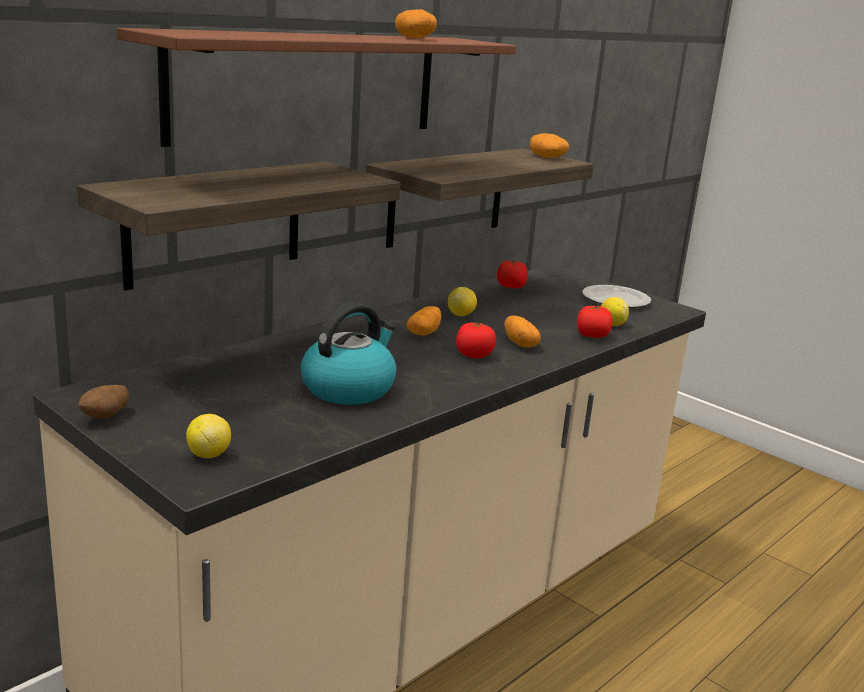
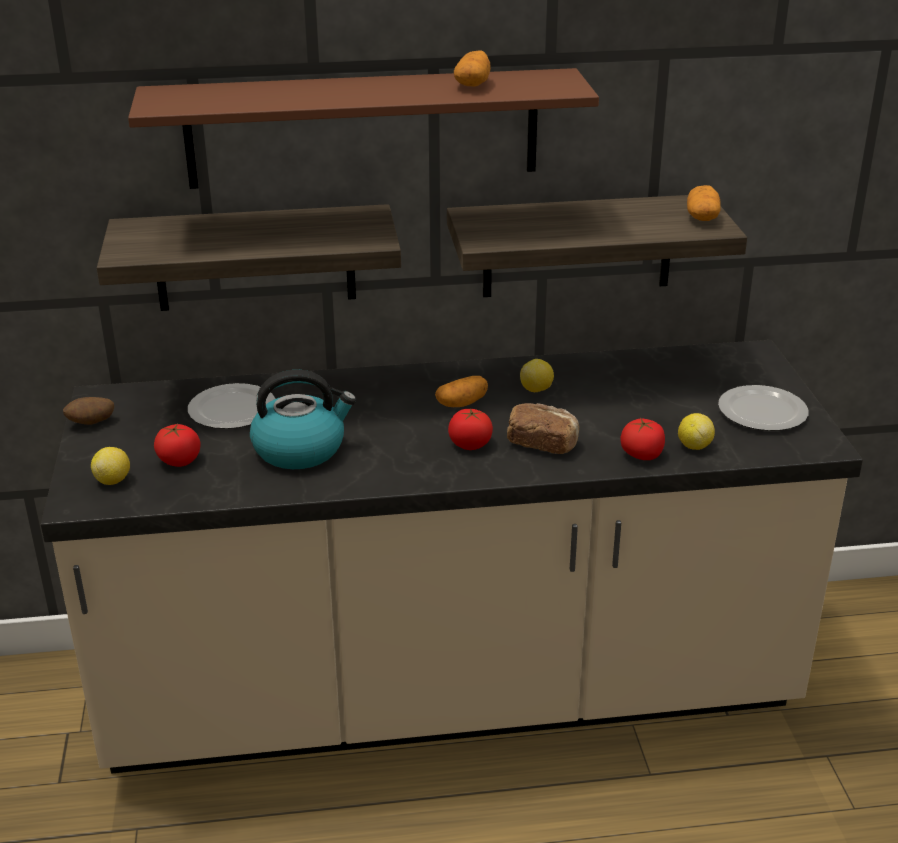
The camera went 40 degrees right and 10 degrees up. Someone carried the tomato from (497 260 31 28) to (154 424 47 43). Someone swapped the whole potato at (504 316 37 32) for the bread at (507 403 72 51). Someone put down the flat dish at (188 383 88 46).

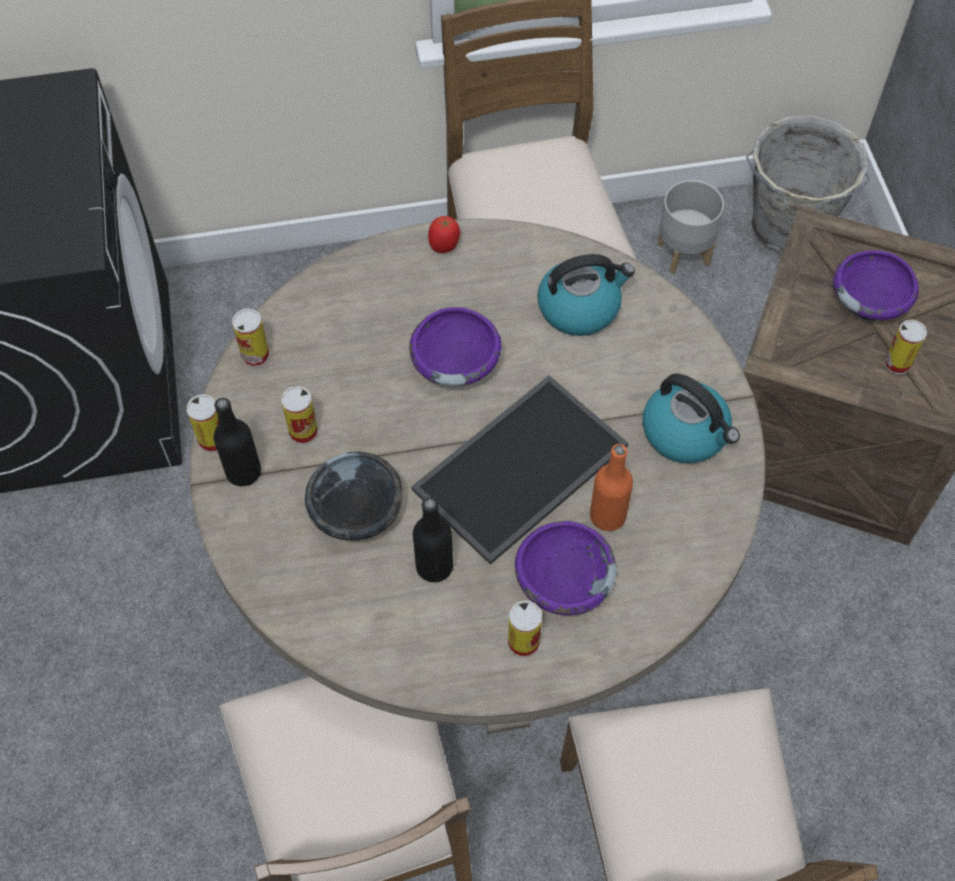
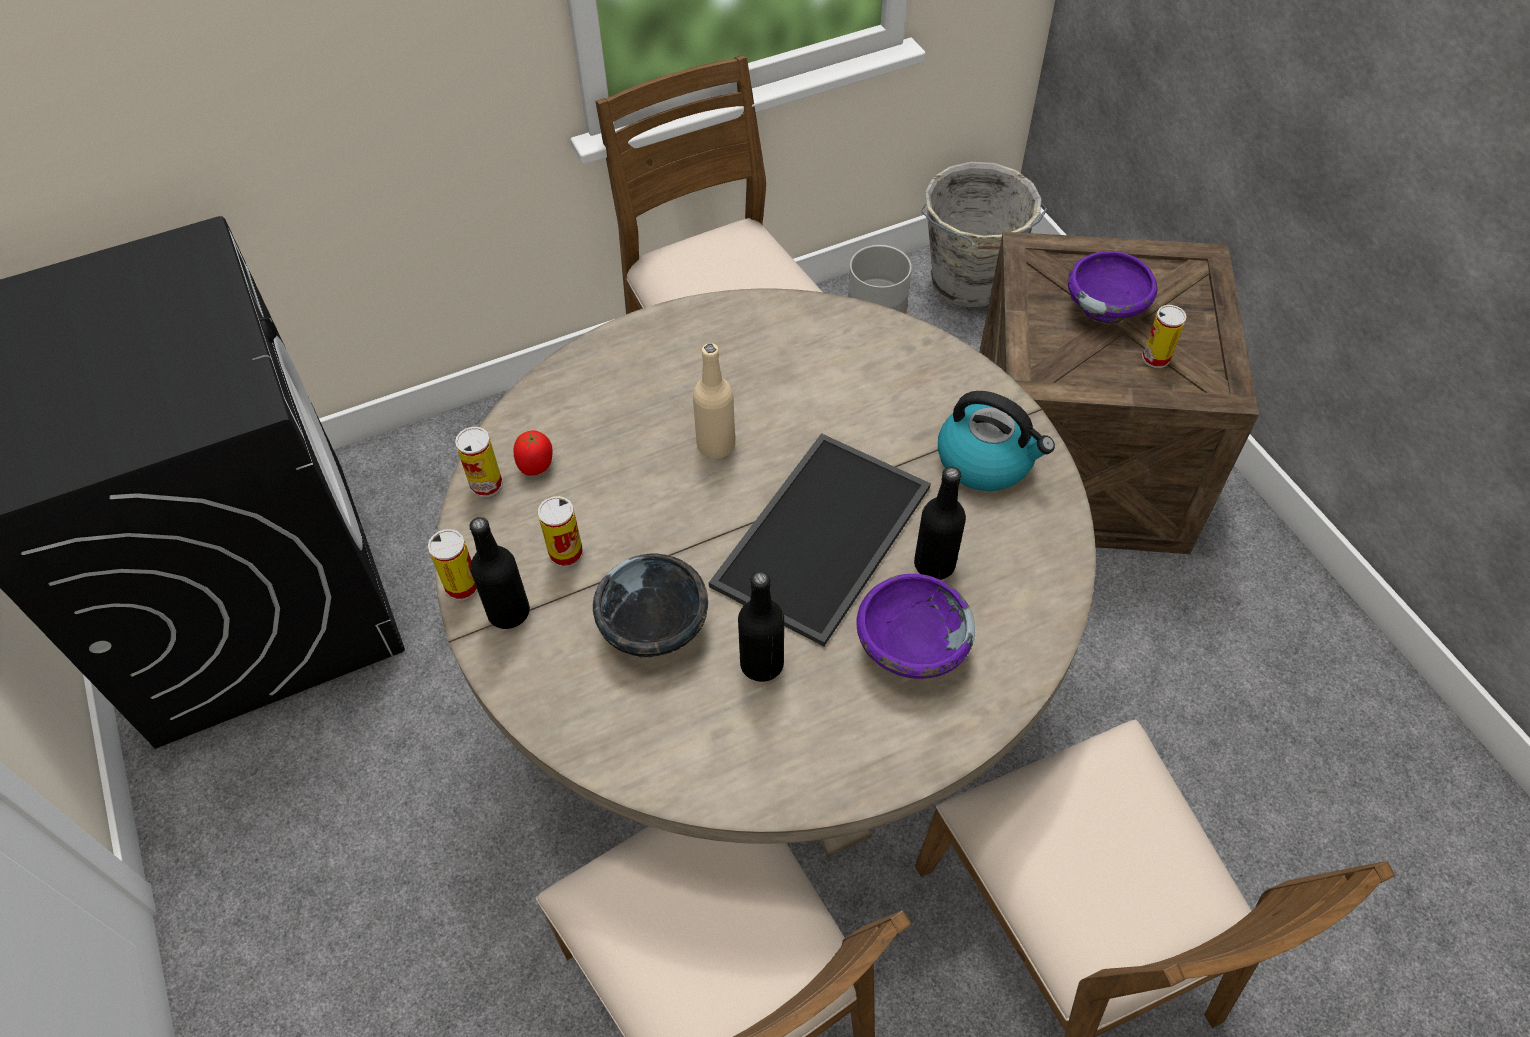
The camera went 15 degrees left and 5 degrees down. Someone swapped the purple serving bowl at (409 307 93 80) for the beige-coloured beverage bottle at (693 343 42 115). Someone carried the tomato from (428 216 32 37) to (513 430 40 46). Someone took away the metal can at (508 600 34 58). Someone took away the kettle at (537 254 98 82). Someone repainted the orangey beverage bottle at (590 444 43 87), which became the black beverage bottle at (914 467 52 113).

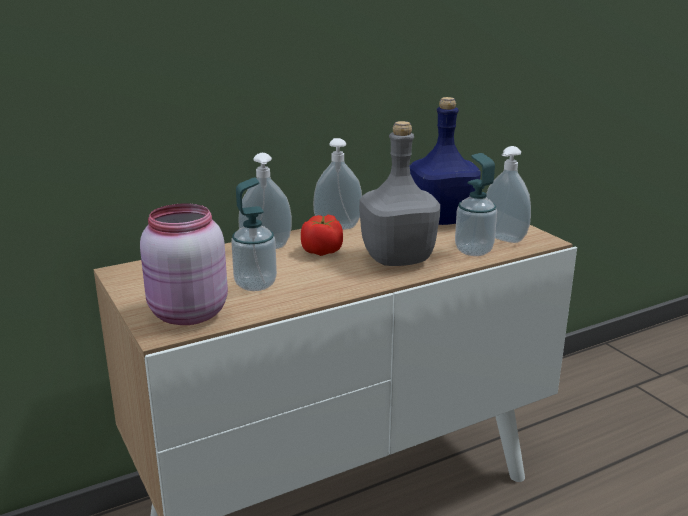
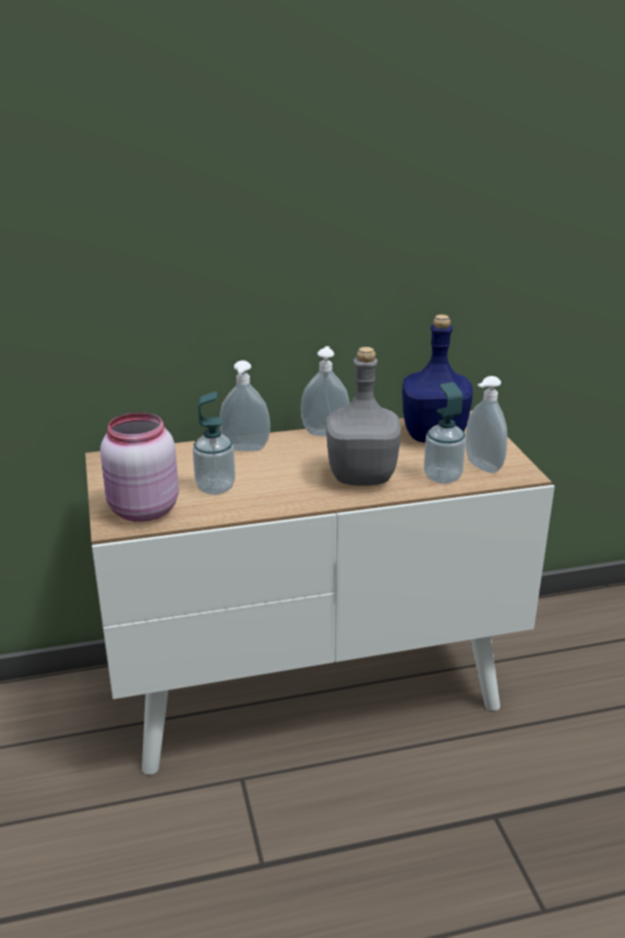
The camera went 15 degrees right and 5 degrees up. Someone took away the tomato at (301 215 42 41).

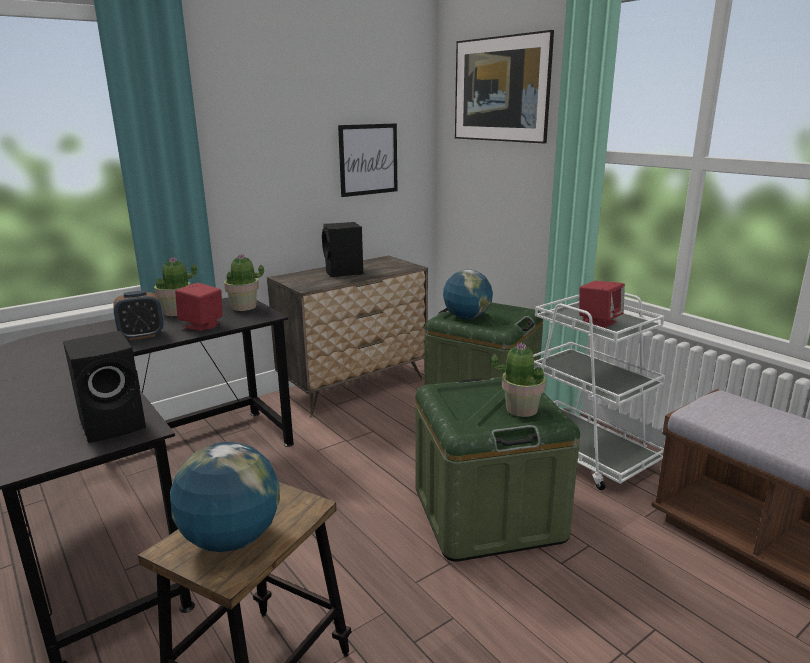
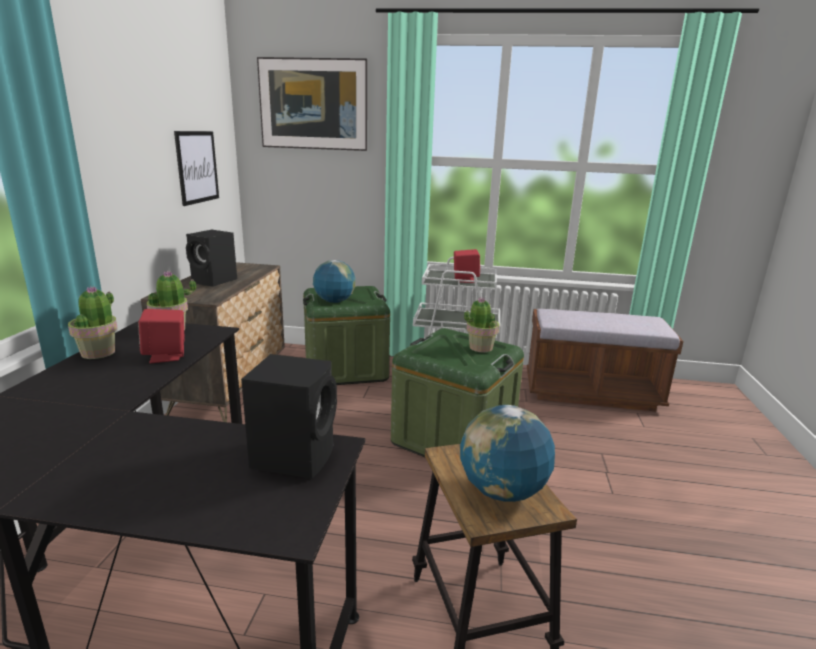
The camera went 45 degrees left and 0 degrees up. Someone took away the bedside clock at (113 290 50 50).

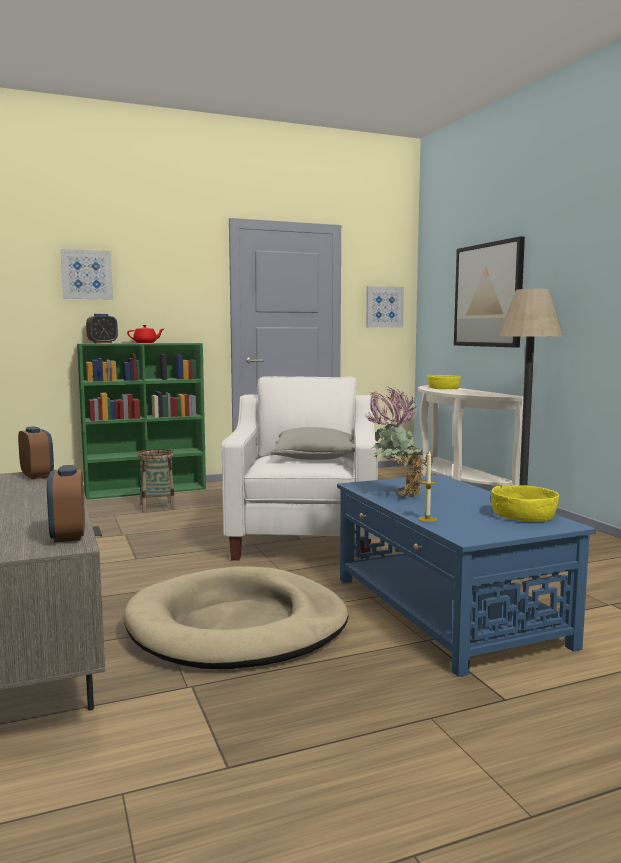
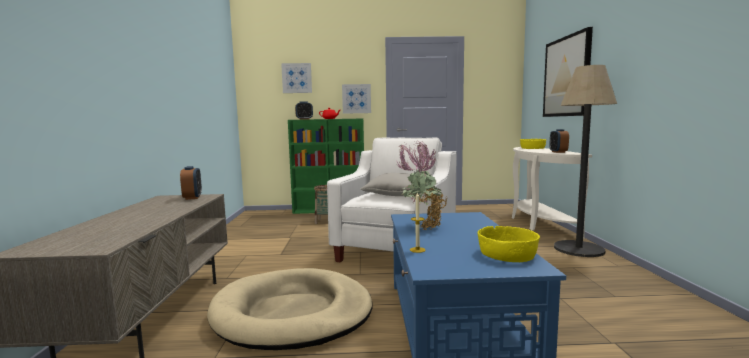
The camera went 20 degrees right and 0 degrees up. Someone carried the bedside clock from (47 465 38 78) to (549 129 20 24). Someone carried the picture from (366 286 38 42) to (342 84 29 30).

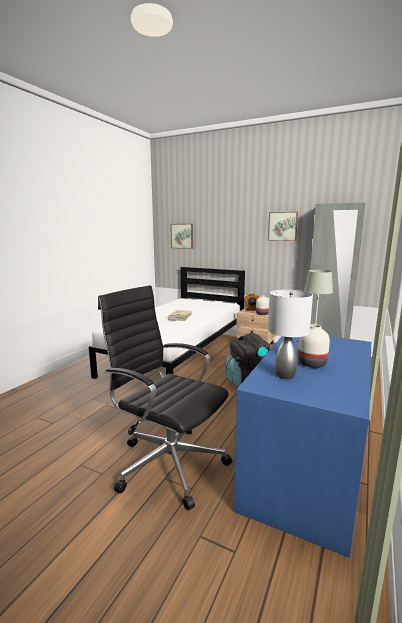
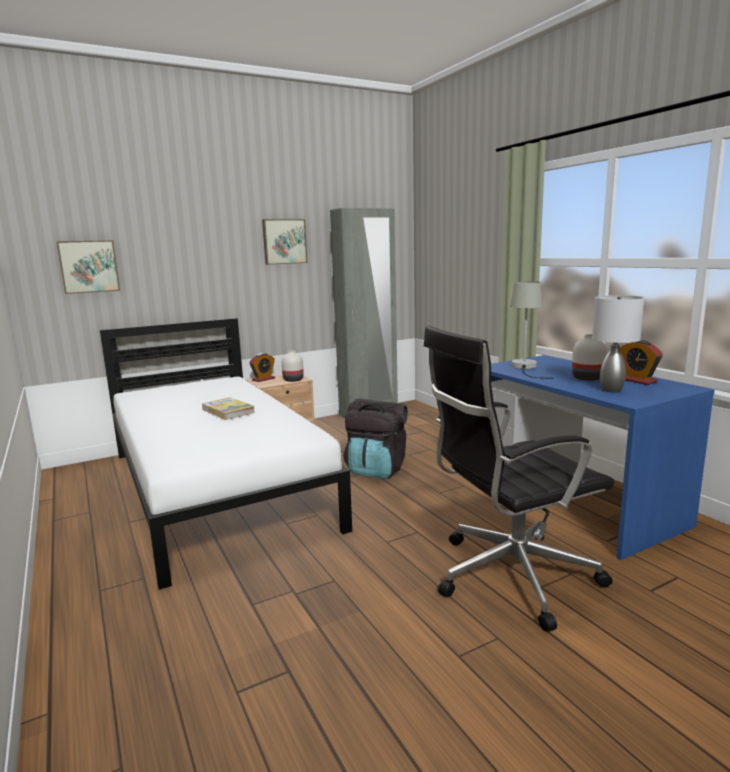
The camera went 55 degrees left and 0 degrees up. Someone put down the bedside clock at (620 340 43 45).

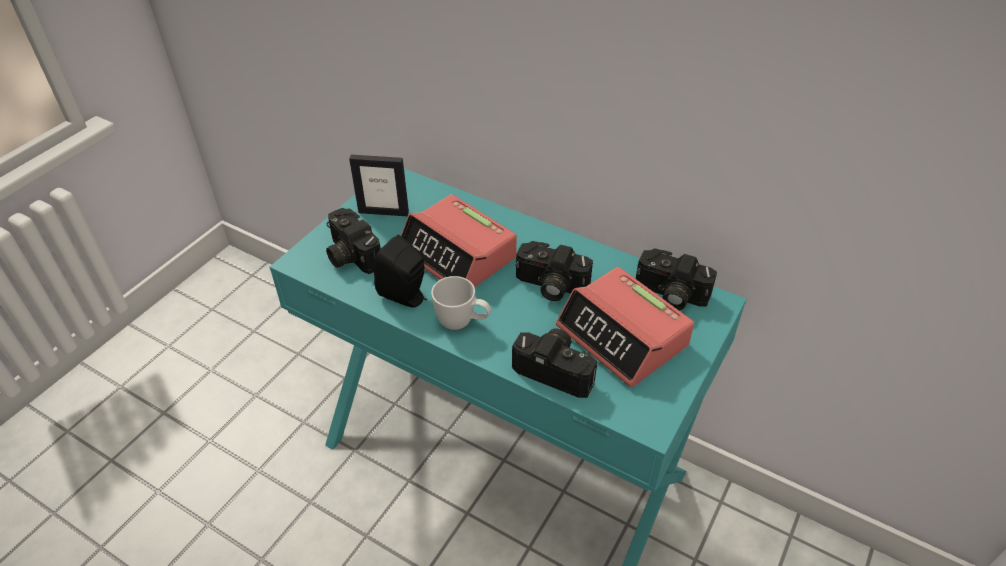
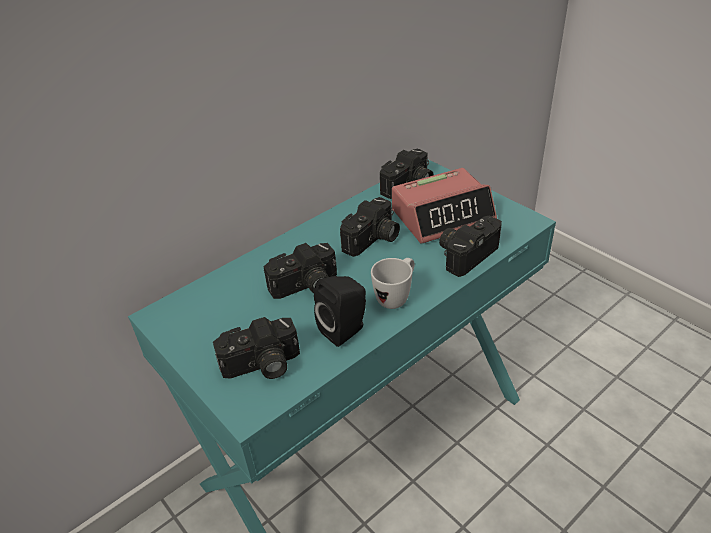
The camera went 70 degrees left and 5 degrees down. Someone took away the picture frame at (349 155 60 61). Someone swapped the bedside clock at (401 194 116 93) for the still camera at (264 243 73 56).

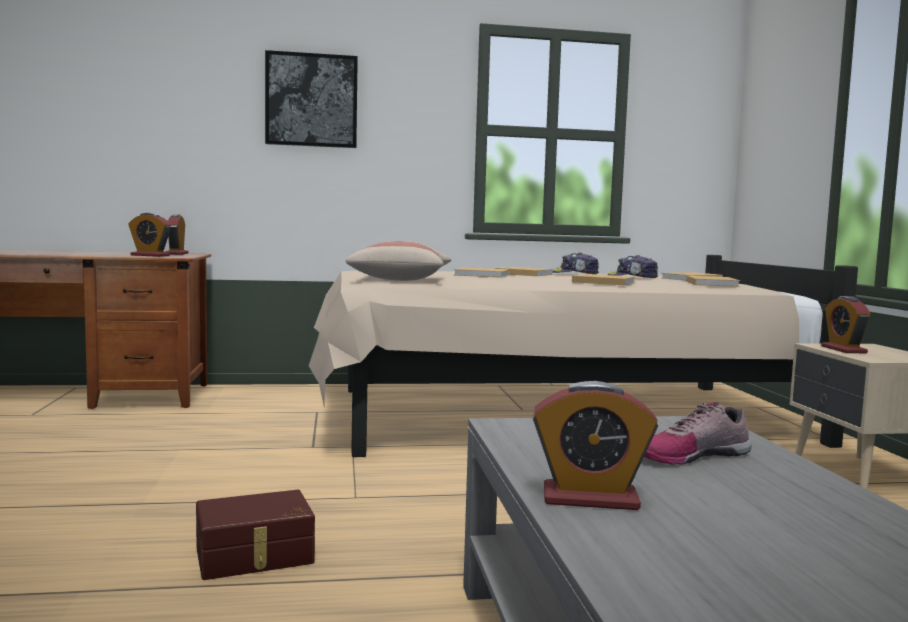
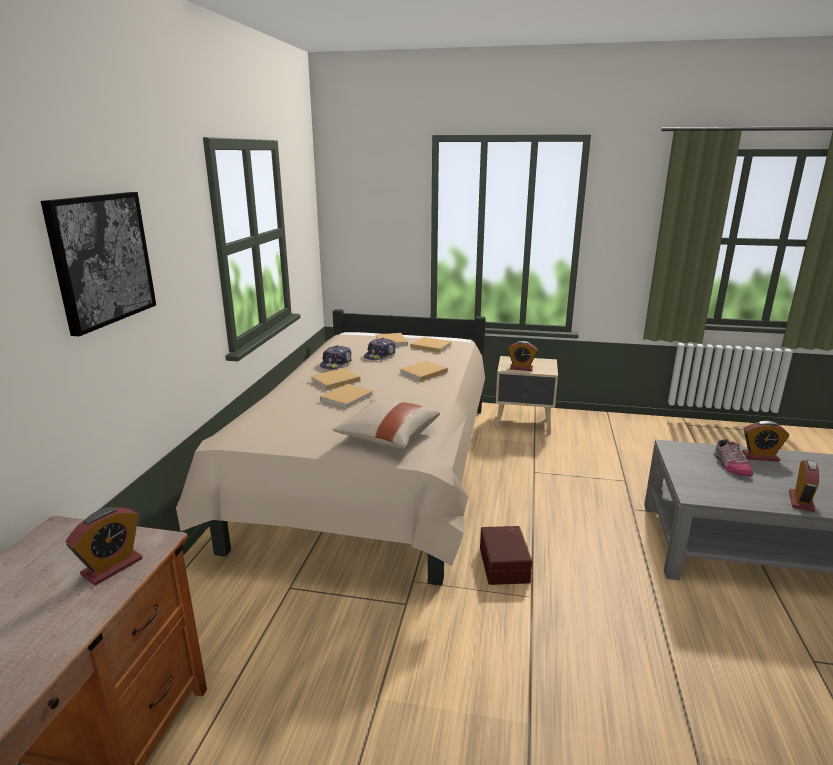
The camera went 70 degrees left and 15 degrees up. Someone carried the bedside clock from (165 214 24 41) to (742 421 48 41). Someone carried the brown storage box from (196 490 119 90) to (480 526 52 59).

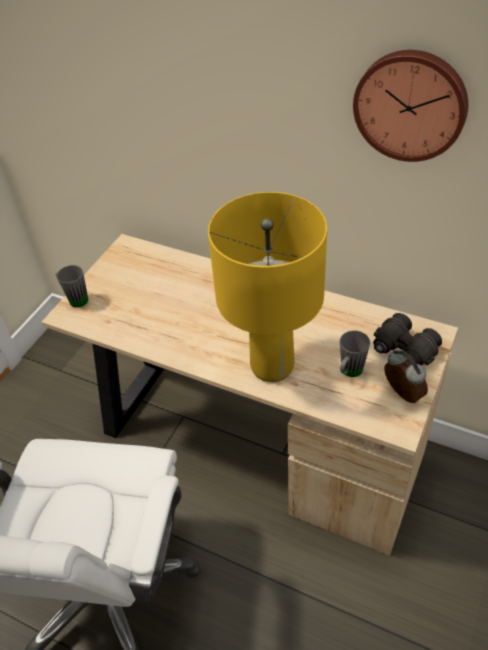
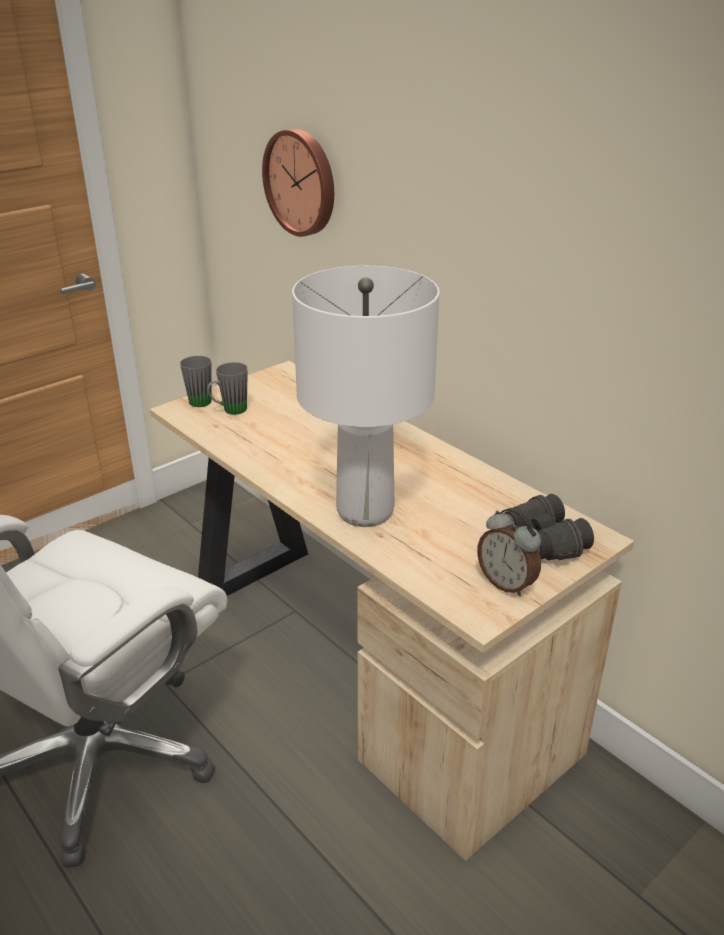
The camera went 20 degrees right and 15 degrees down. Someone repainted the yellow-coloured lamp for a table at (208 192 119 190), which became the white lamp for a table at (292 266 148 261). Someone carried the grey tea mug from (340 330 30 47) to (207 362 41 53). Someone carried the wall clock from (353 50 115 112) to (262 129 72 108). Someone rotated the bedside clock at (384 350 44 53) by 150 degrees clockwise.

